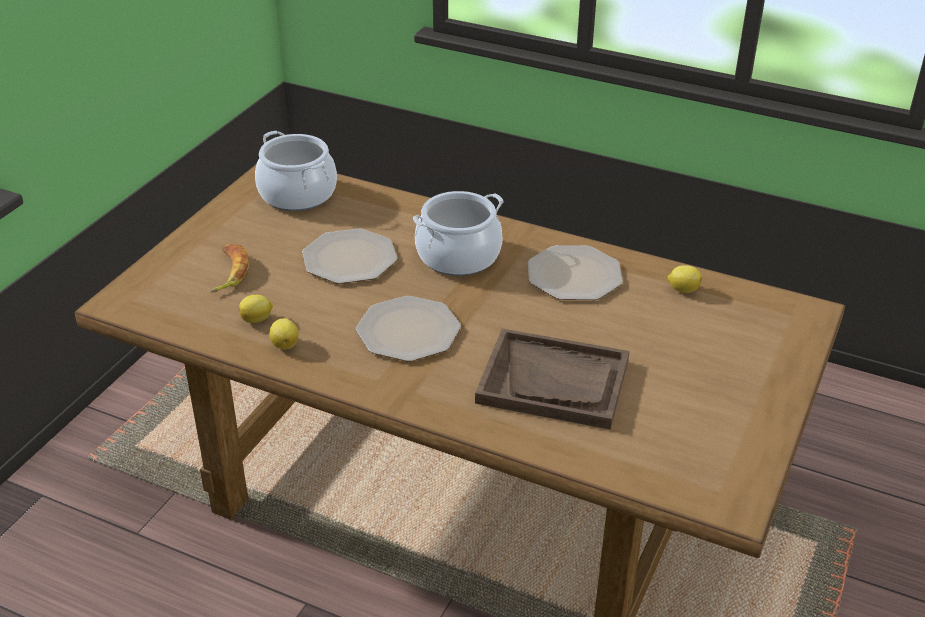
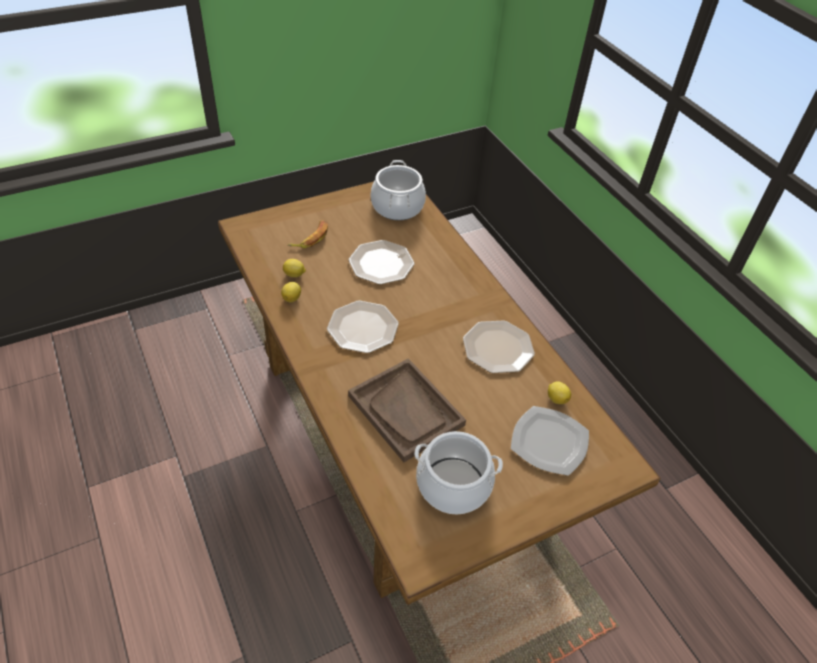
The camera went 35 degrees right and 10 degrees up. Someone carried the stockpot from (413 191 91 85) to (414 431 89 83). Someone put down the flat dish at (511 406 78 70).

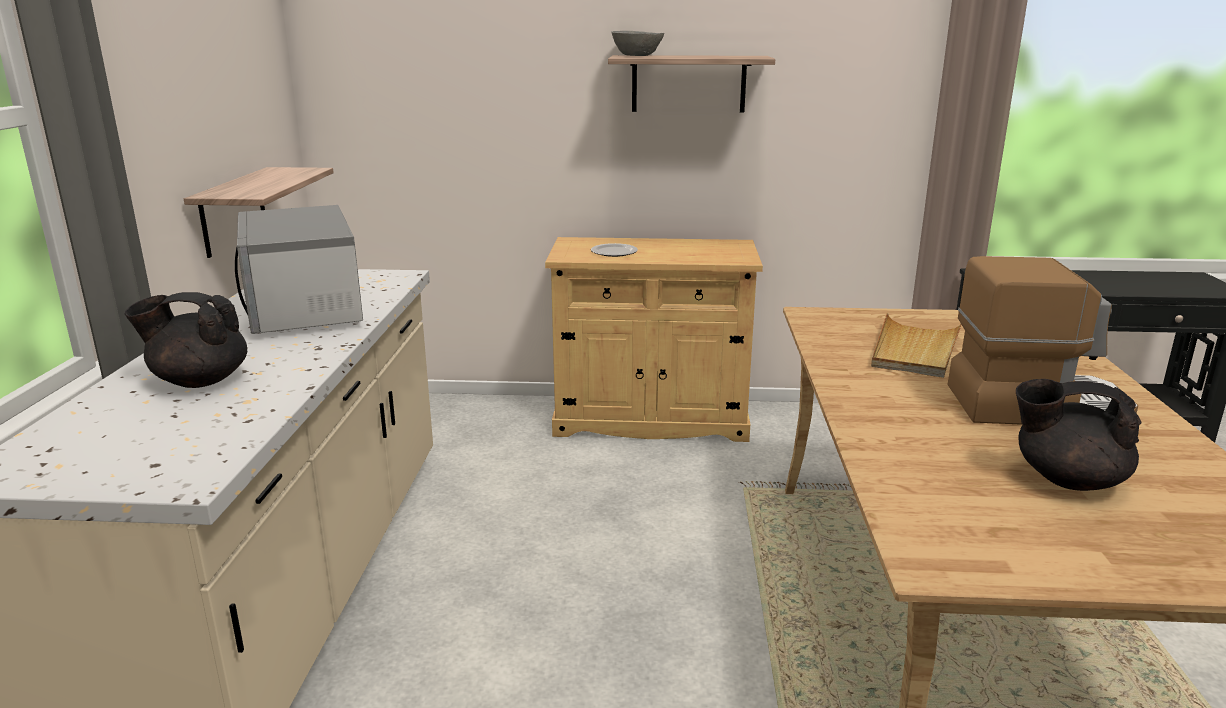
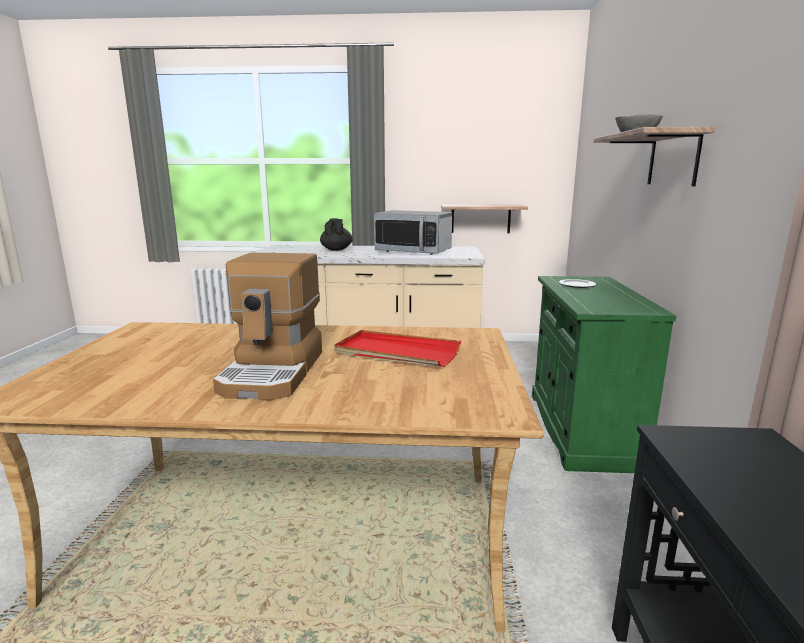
The camera went 90 degrees right and 5 degrees down. Someone rotated the microwave oven at (235 205 128 129) by 135 degrees counterclockwise. Someone repainted the beige-coloured cabinet at (545 237 218 205), which became the greenish cabinet at (532 276 144 197). Someone repainted the beige-coloured carrying tray at (871 313 90 65), which became the reddish carrying tray at (334 330 127 37). Someone took away the black teapot at (1016 379 125 112).

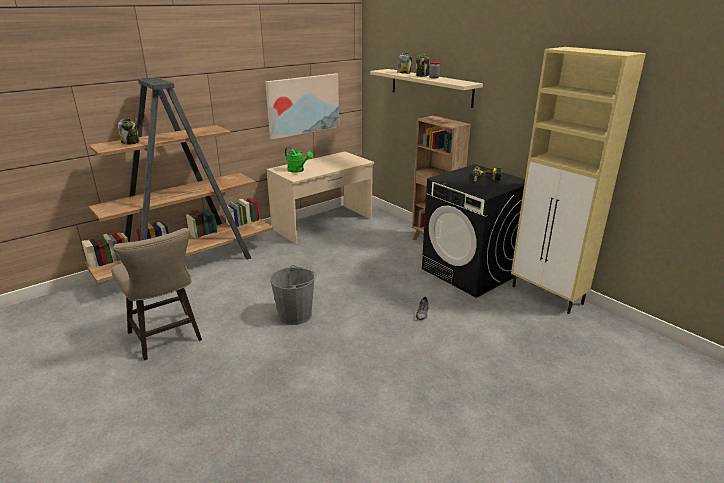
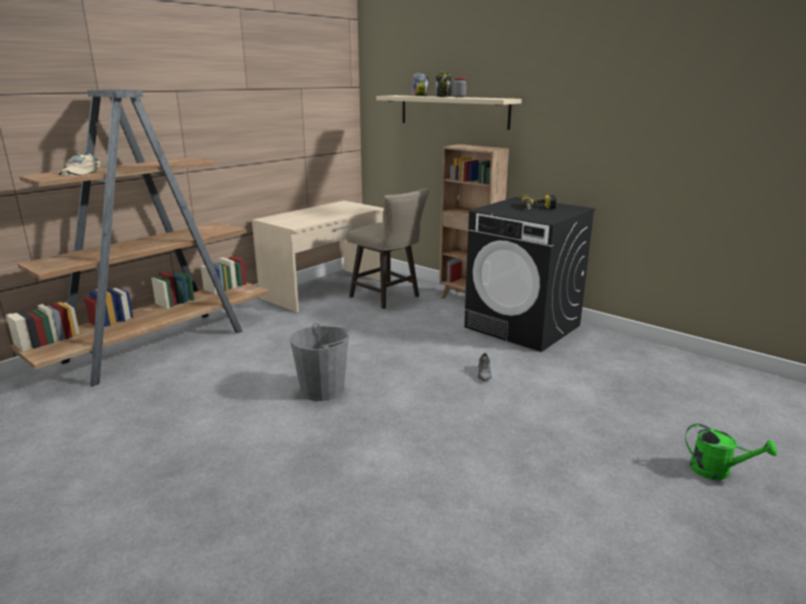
The camera went 10 degrees left and 5 degrees down. Someone carried the beige-coloured sitting stool from (111 228 91 132) to (346 188 83 121). Someone swapped the jar at (118 119 21 25) for the beige-coloured peaked cap at (59 153 42 23). Someone took away the picture at (265 74 74 65). Someone carried the greenish watering can from (285 147 28 26) to (685 424 92 56). Someone took away the beige-coloured cabinet at (511 47 135 267).

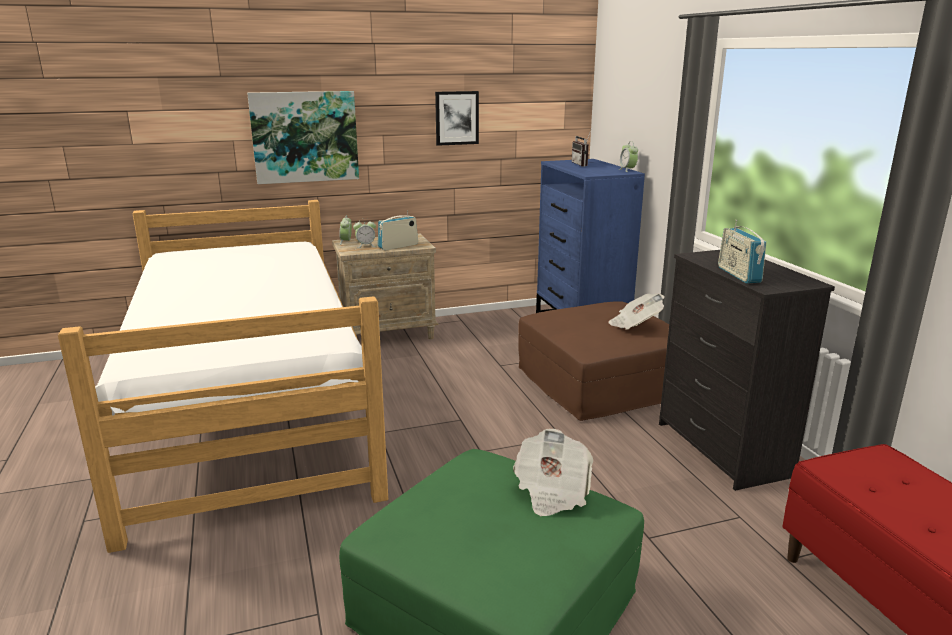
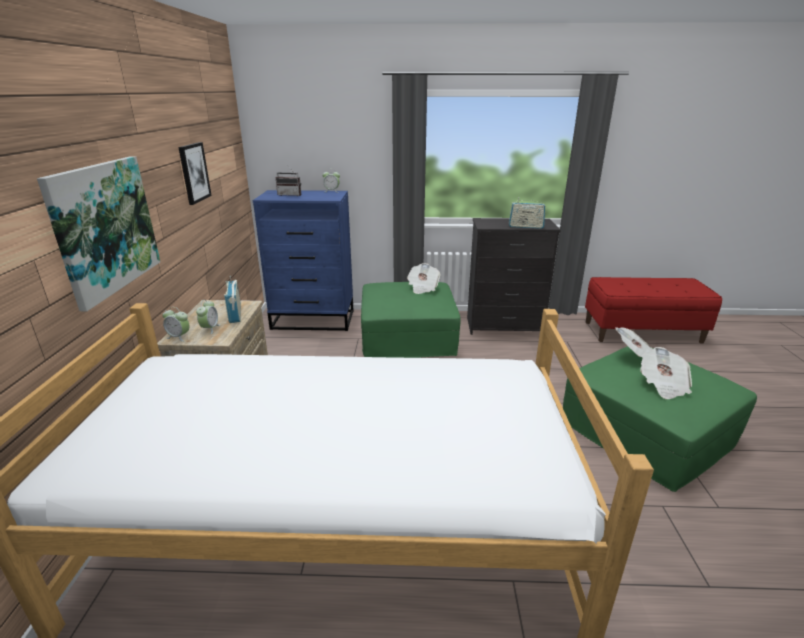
The camera went 70 degrees left and 5 degrees up. Someone repainted the brown ottoman at (518 301 151 120), which became the greenish ottoman at (361 282 100 76). Someone put down the printed paper at (640 347 52 52).

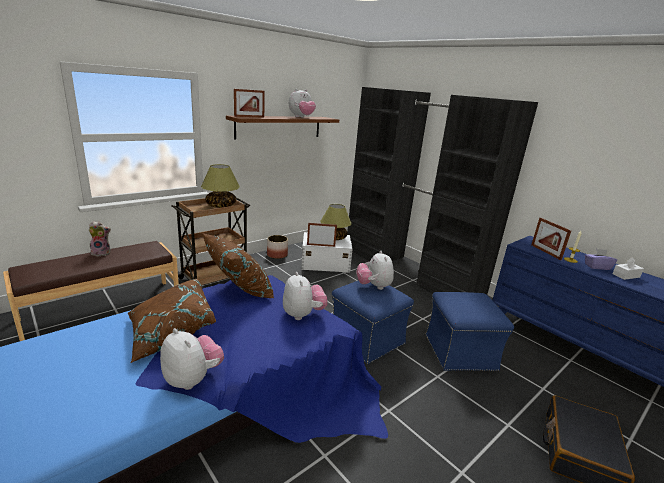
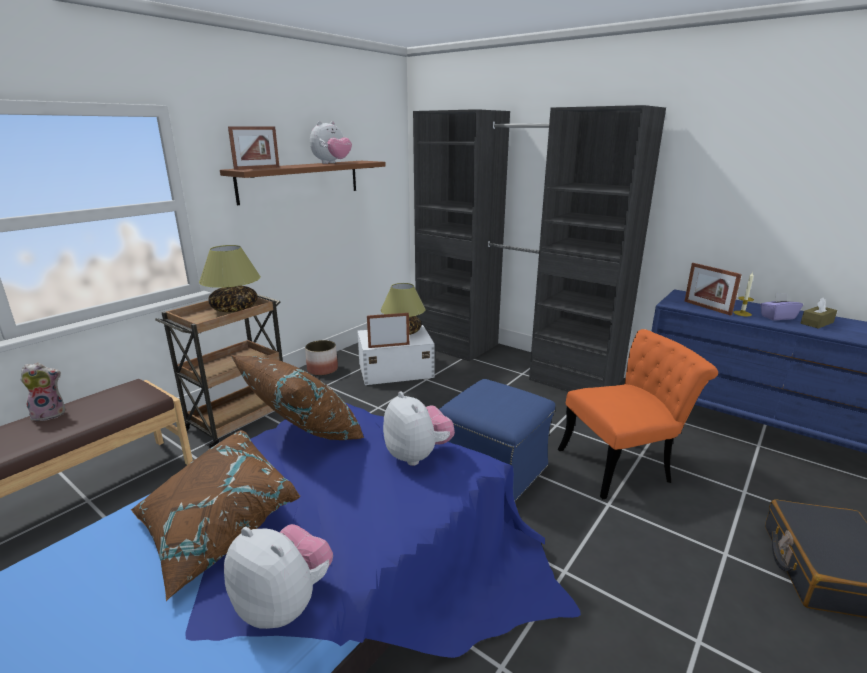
The camera went 10 degrees left and 0 degrees up. Someone took away the soft toy at (356 251 38 39). Someone swapped the blue ottoman at (425 292 89 79) for the orangey upright chair at (558 329 160 170). Someone repainted the white box of tissues at (612 257 32 23), which became the brown box of tissues at (801 298 36 31).

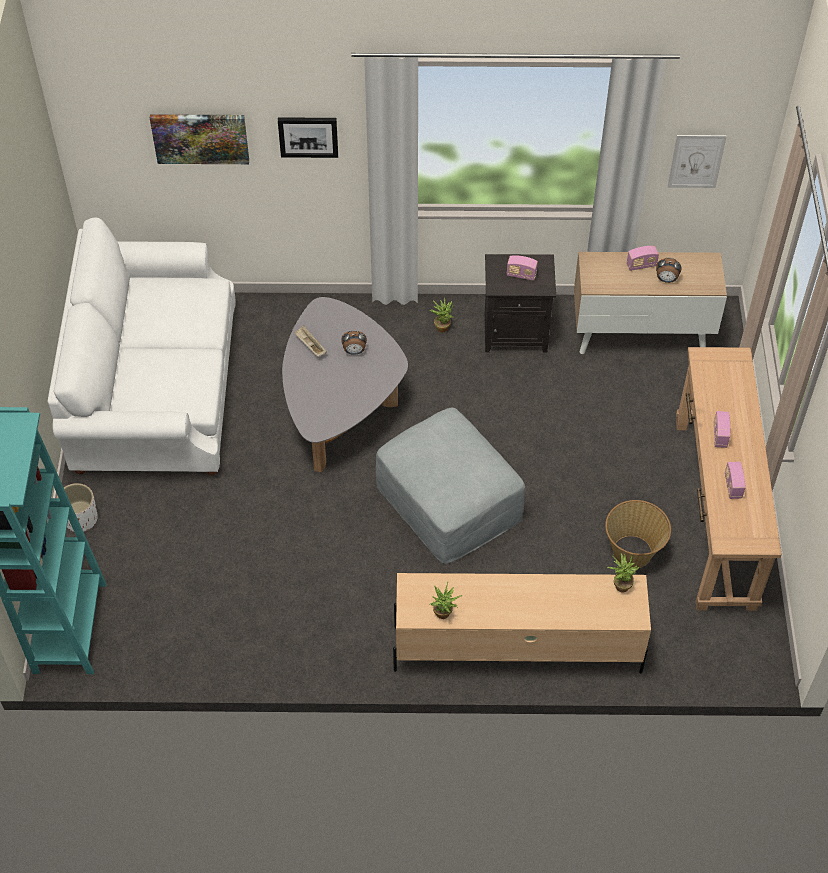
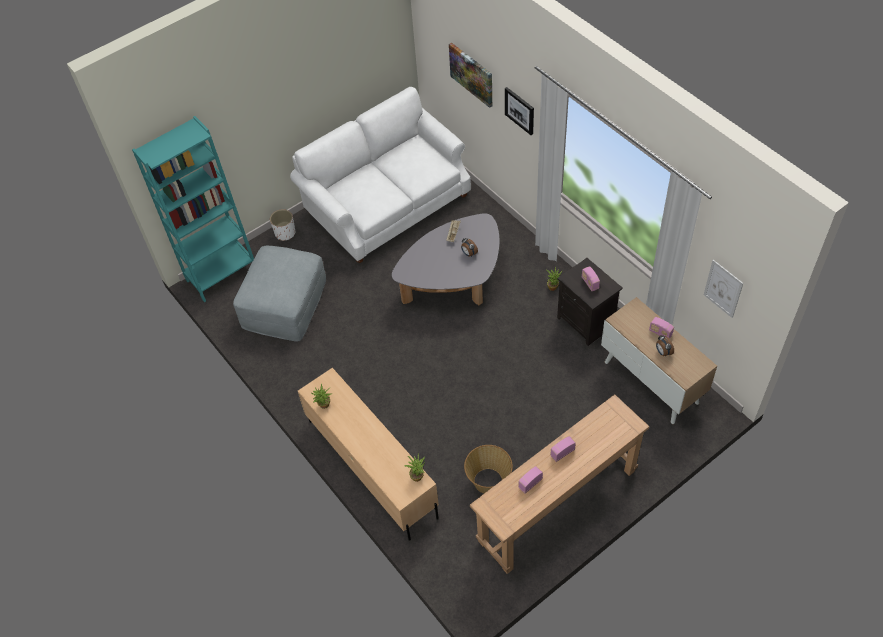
The camera went 55 degrees right and 0 degrees up. Someone carried the grey ottoman from (376 408 149 156) to (233 245 93 97).

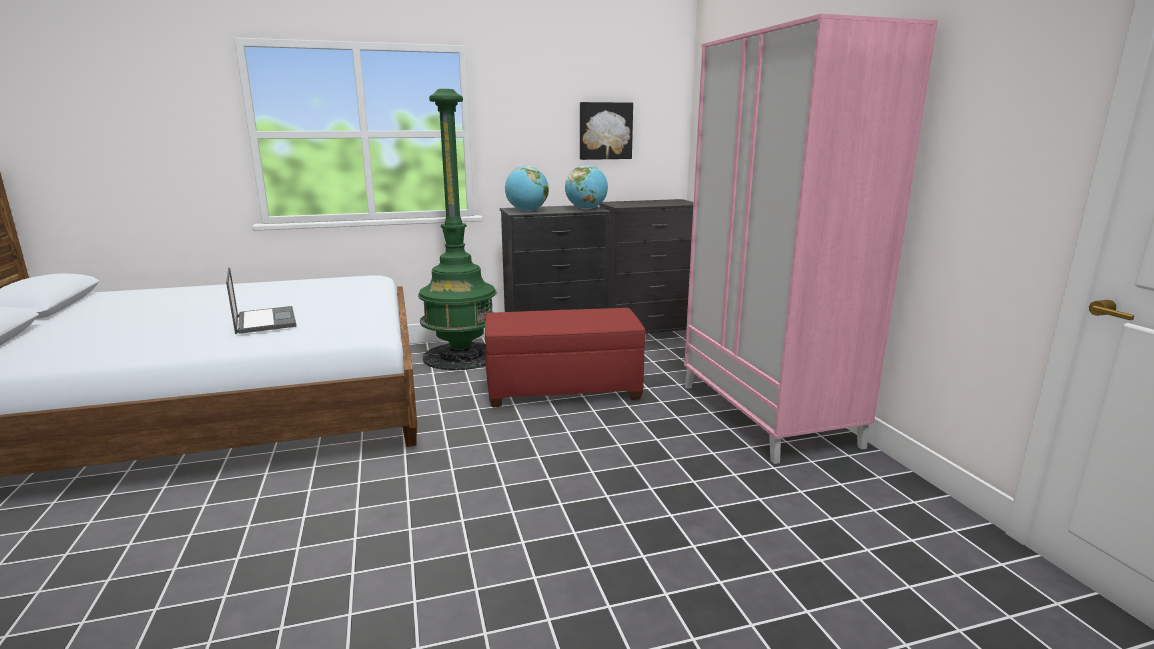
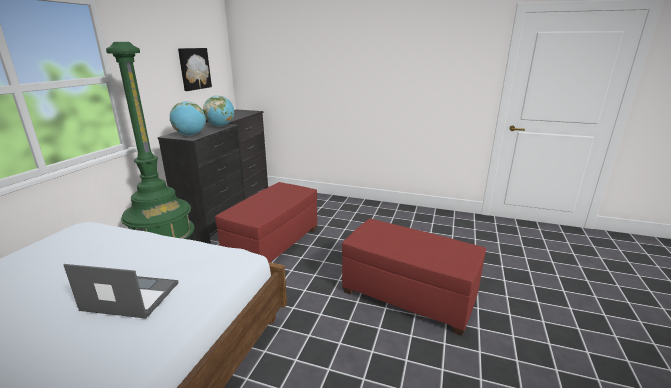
The camera went 55 degrees left and 5 degrees up. Someone took away the pinkish wardrobe at (684 14 254 450). Someone put down the reddish ottoman at (342 219 144 117).

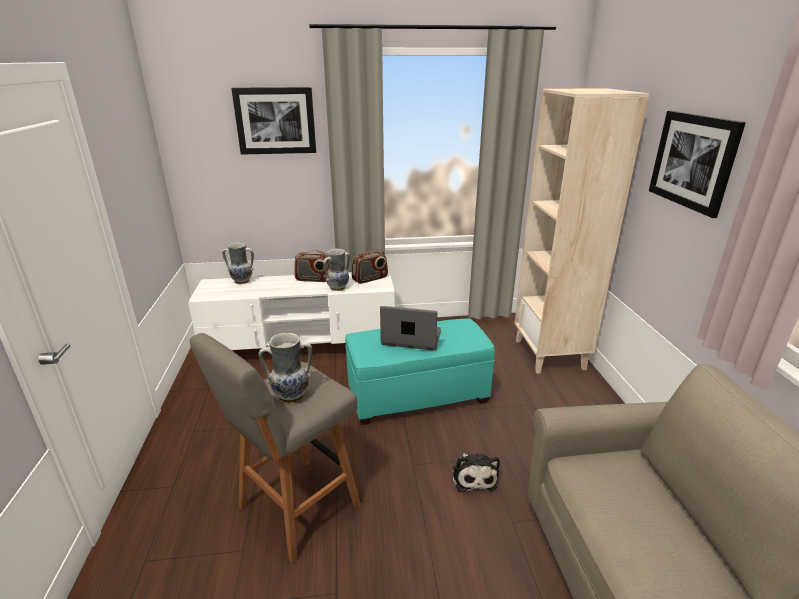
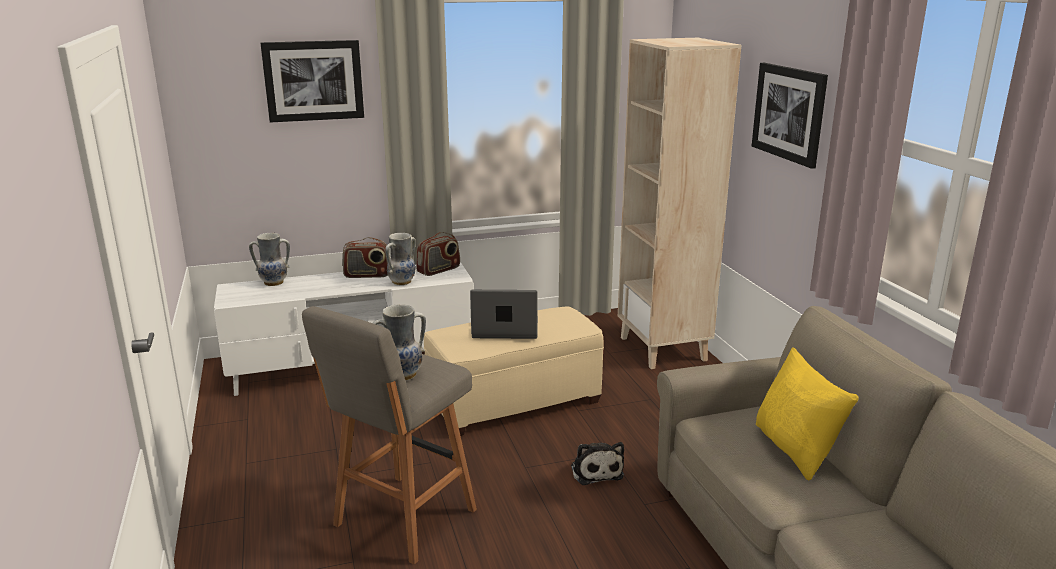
The camera went 10 degrees left and 5 degrees down. Someone repainted the turquoise ottoman at (345 318 150 107), which became the beige-coloured ottoman at (424 306 180 130). Someone put down the yellow-coloured cushion at (756 347 103 133).

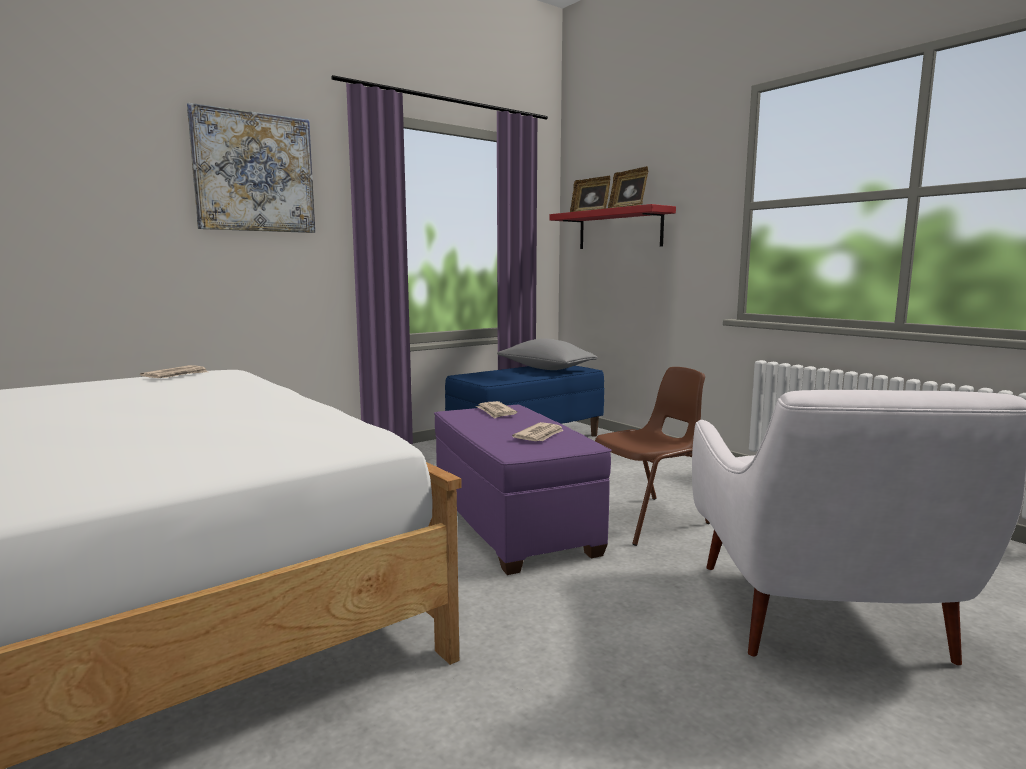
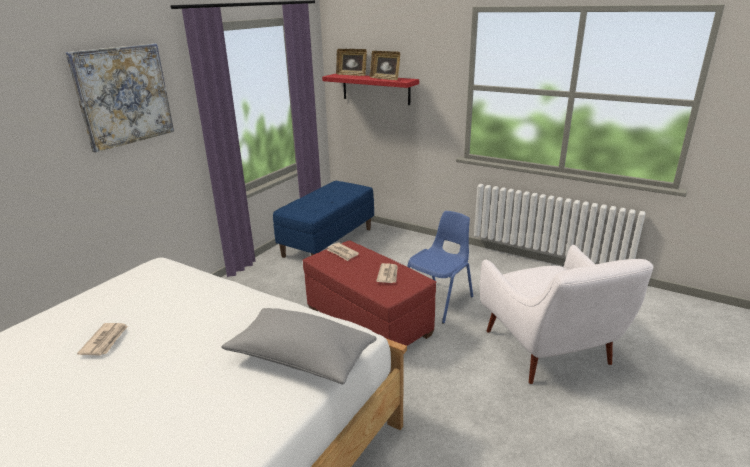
The camera went 20 degrees left and 15 degrees up. Someone carried the printed paper from (140 365 68 13) to (77 323 51 33). Someone repainted the purple ottoman at (434 404 178 171), which became the reddish ottoman at (302 240 134 106). Someone carried the grey cushion from (497 338 101 32) to (221 308 156 76). Someone repainted the brown upright chair at (595 367 115 179), which became the blue upright chair at (407 211 66 113).

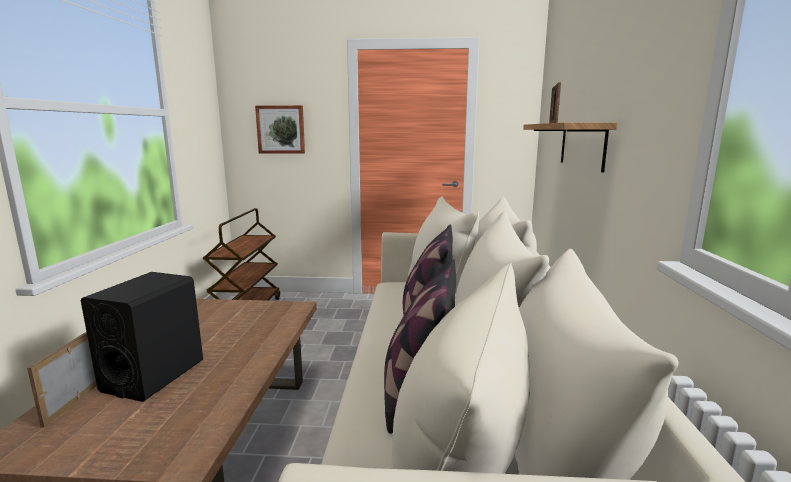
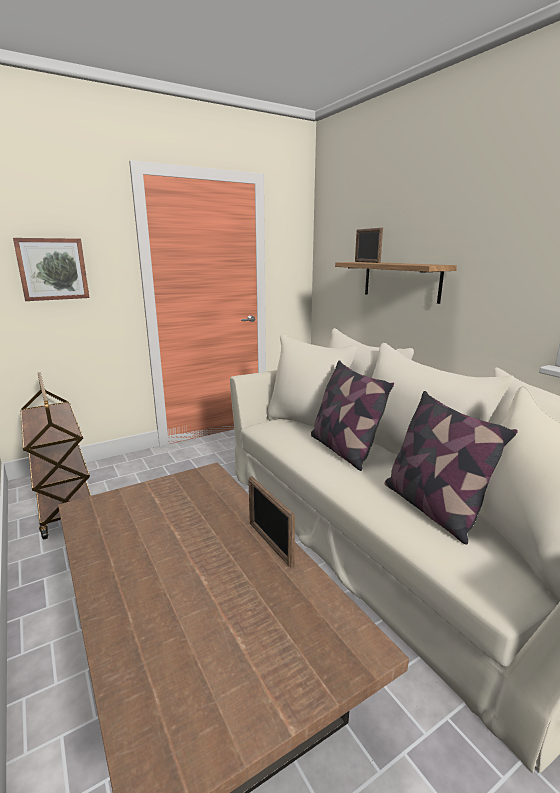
The camera went 35 degrees left and 5 degrees up. Someone carried the picture frame from (27 332 70 95) to (249 476 46 92). Someone took away the black loudspeaker at (81 272 122 130).

